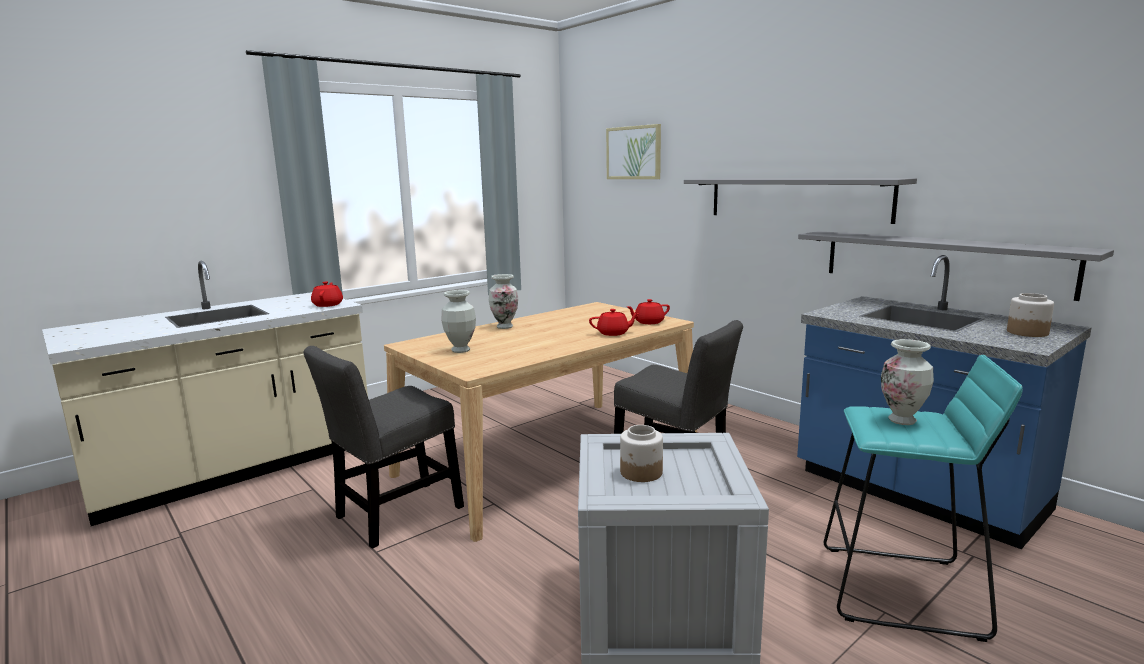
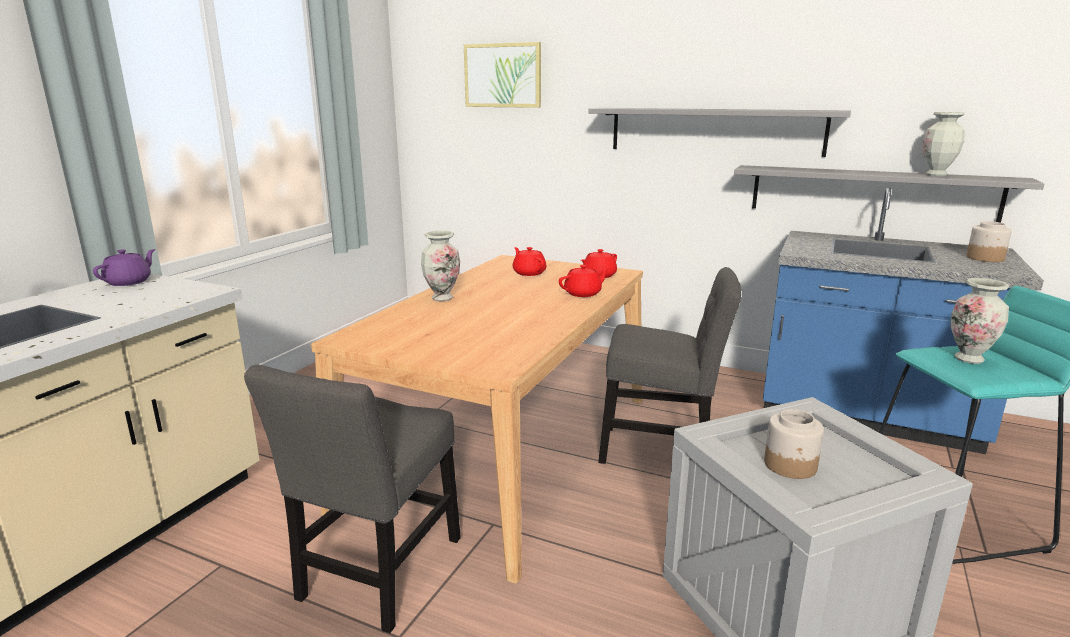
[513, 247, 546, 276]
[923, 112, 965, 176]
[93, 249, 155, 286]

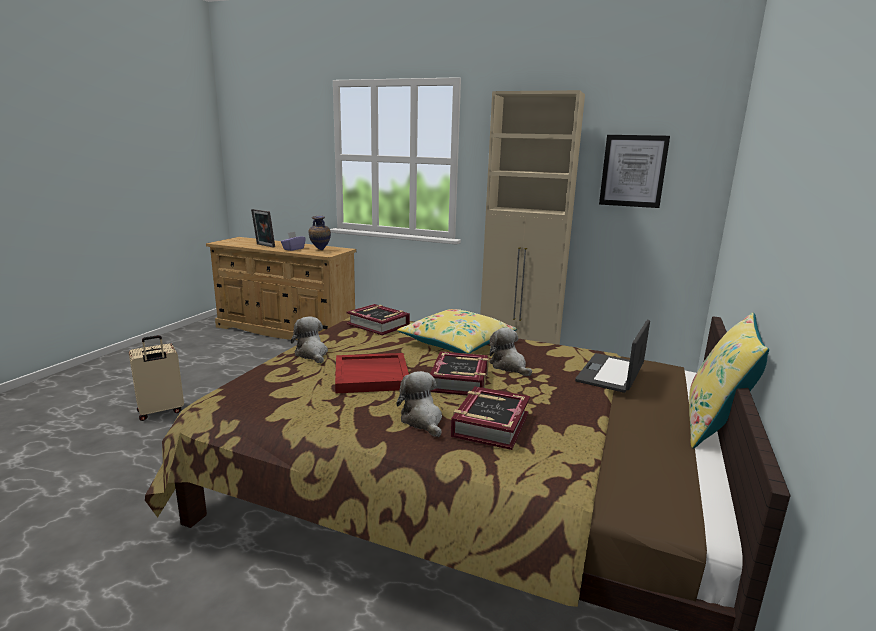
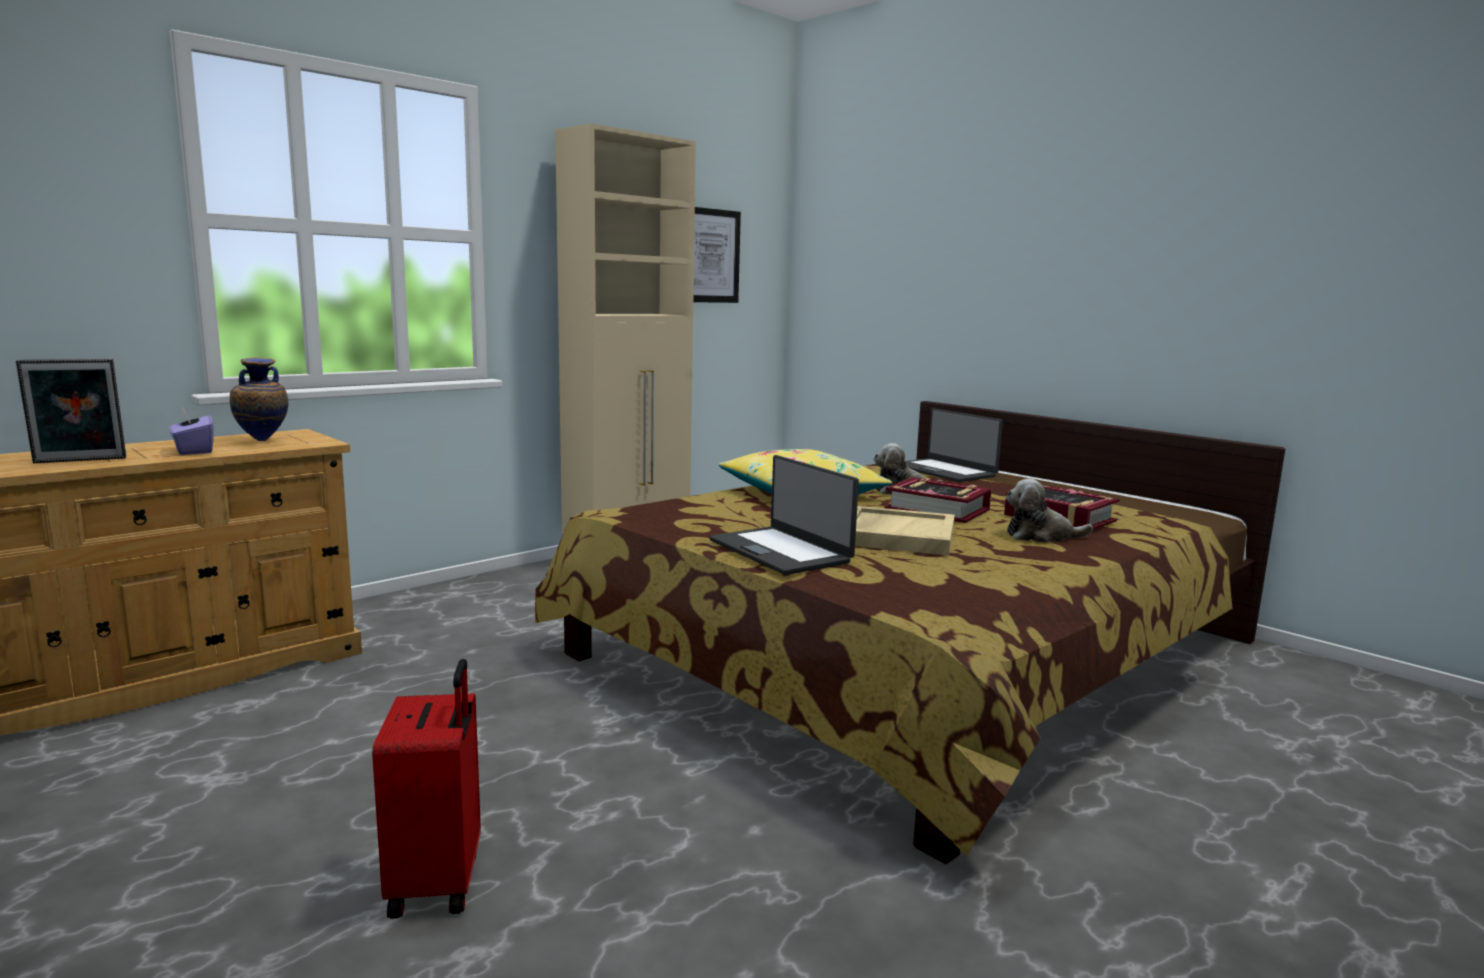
[372, 659, 481, 919]
[709, 455, 859, 575]
[855, 506, 955, 556]
[347, 304, 410, 336] (first image)
[689, 312, 769, 448] (first image)

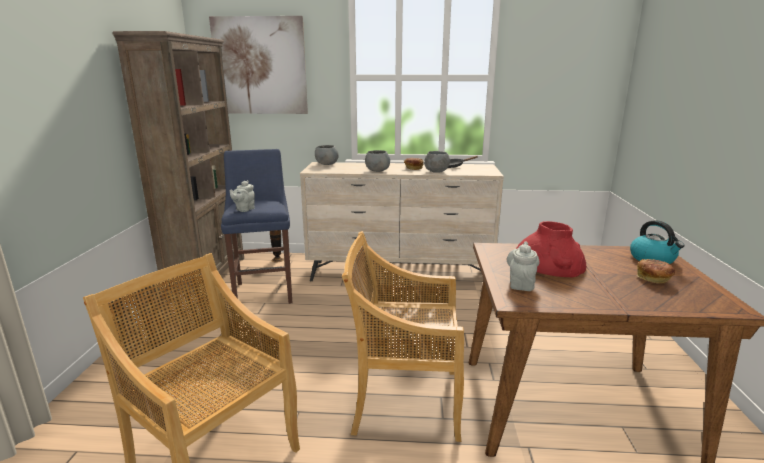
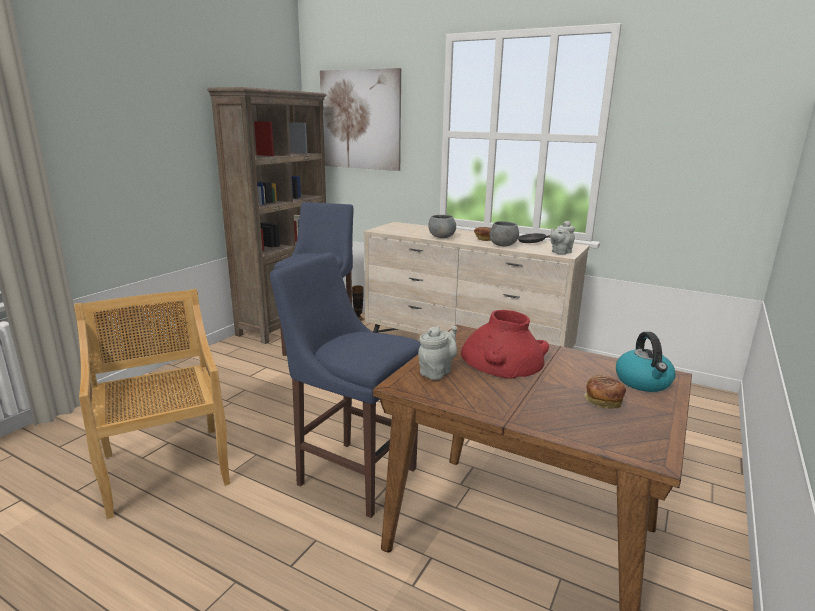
[550, 221, 575, 255]
[315, 145, 339, 165] (first image)
[270, 253, 421, 518]

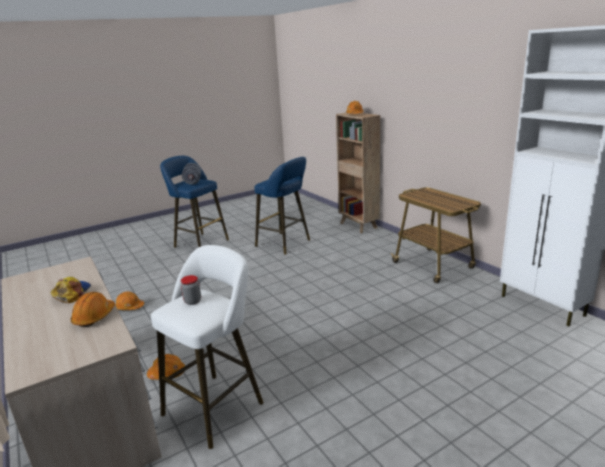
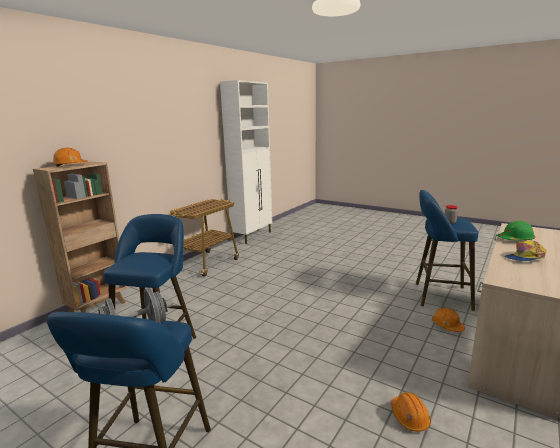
[498, 221, 535, 240]
[416, 190, 478, 311]

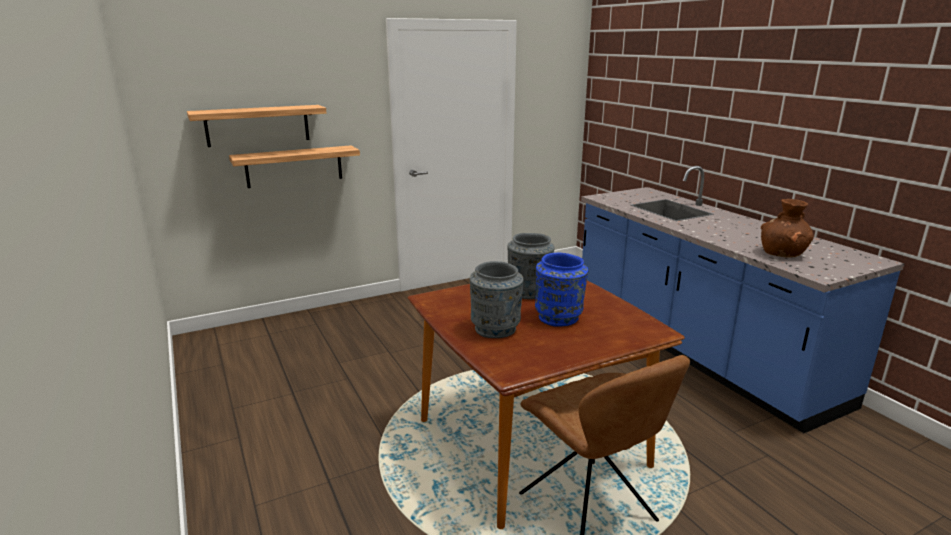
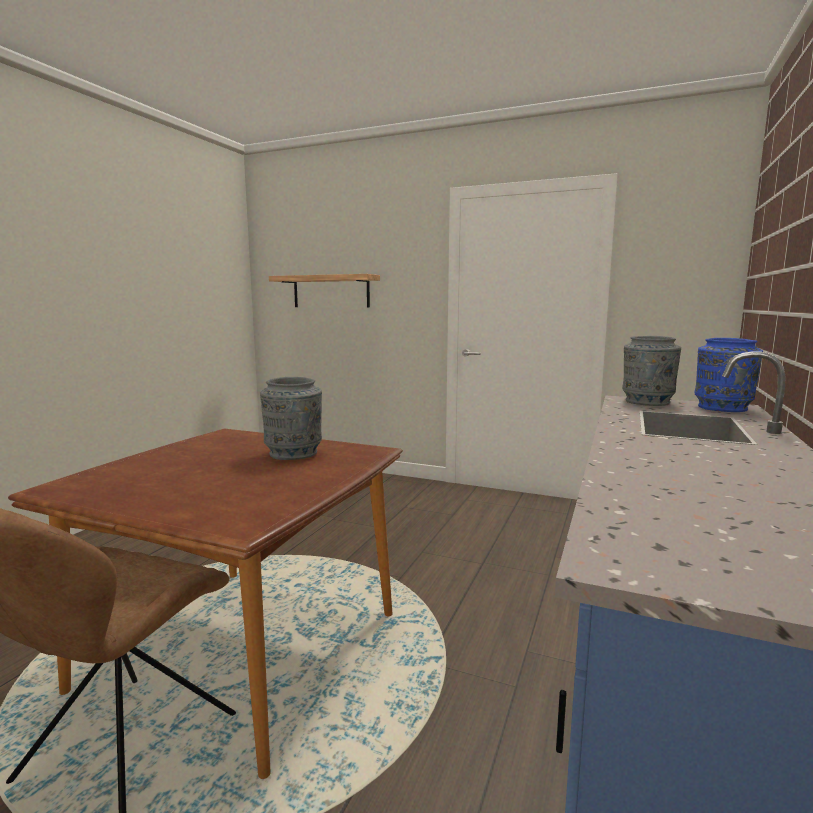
[229, 145, 360, 188] (first image)
[622, 336, 681, 406]
[695, 338, 763, 412]
[761, 199, 814, 257] (first image)

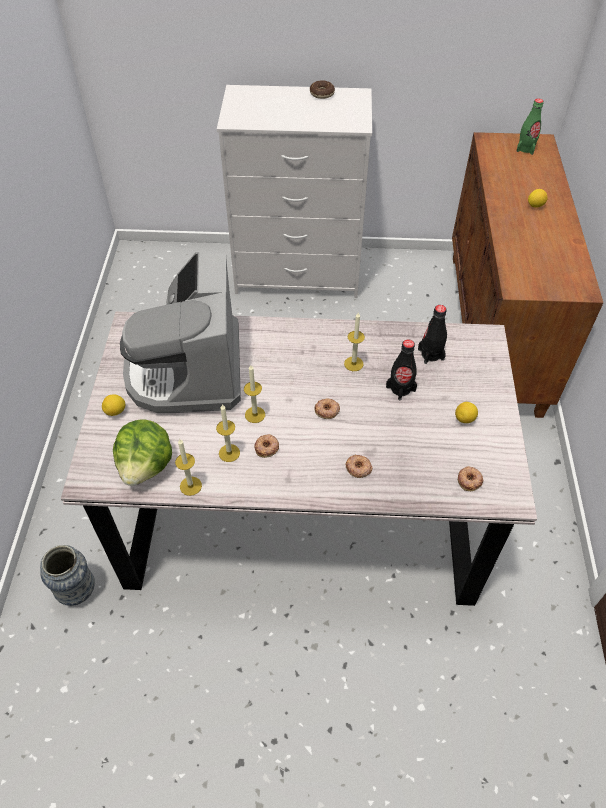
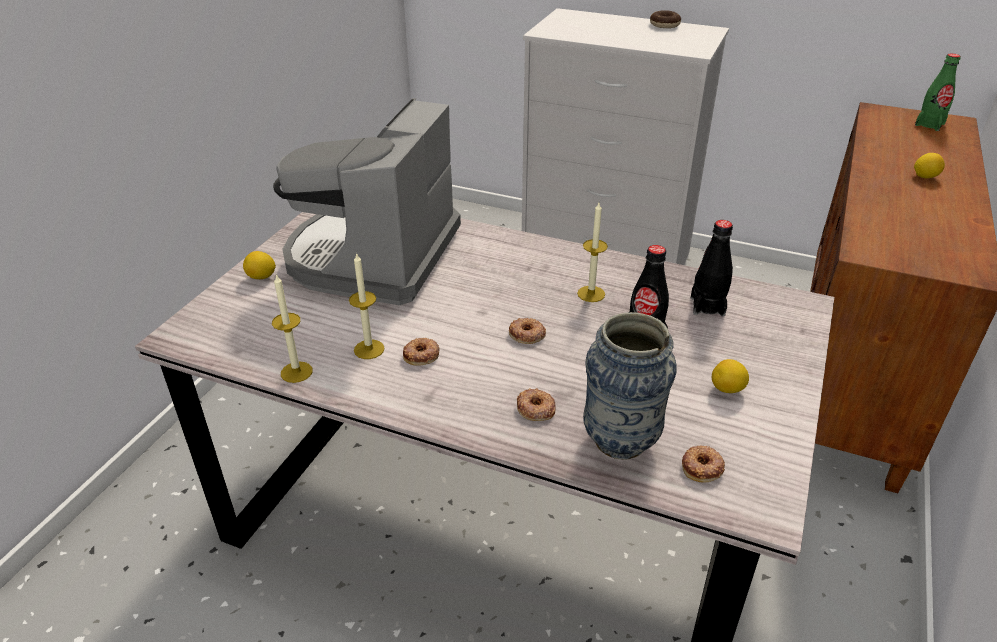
[583, 312, 677, 460]
[113, 419, 172, 486] (first image)
[244, 365, 265, 423] (first image)

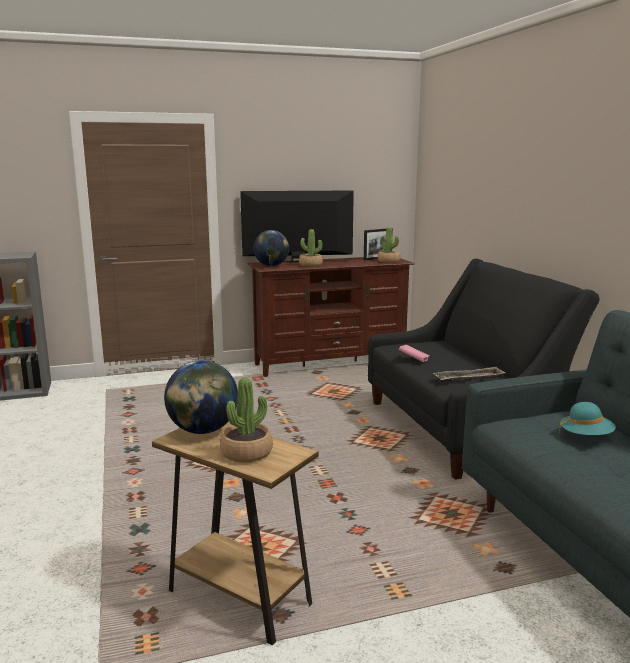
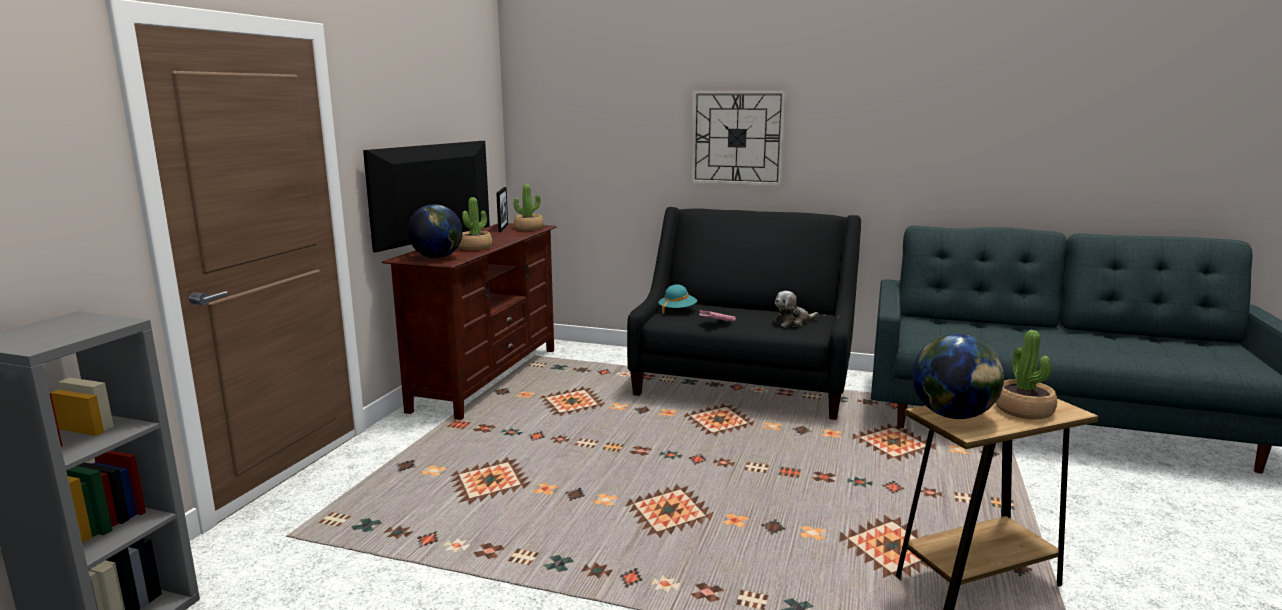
[775, 291, 818, 327]
[658, 284, 697, 314]
[691, 90, 786, 186]

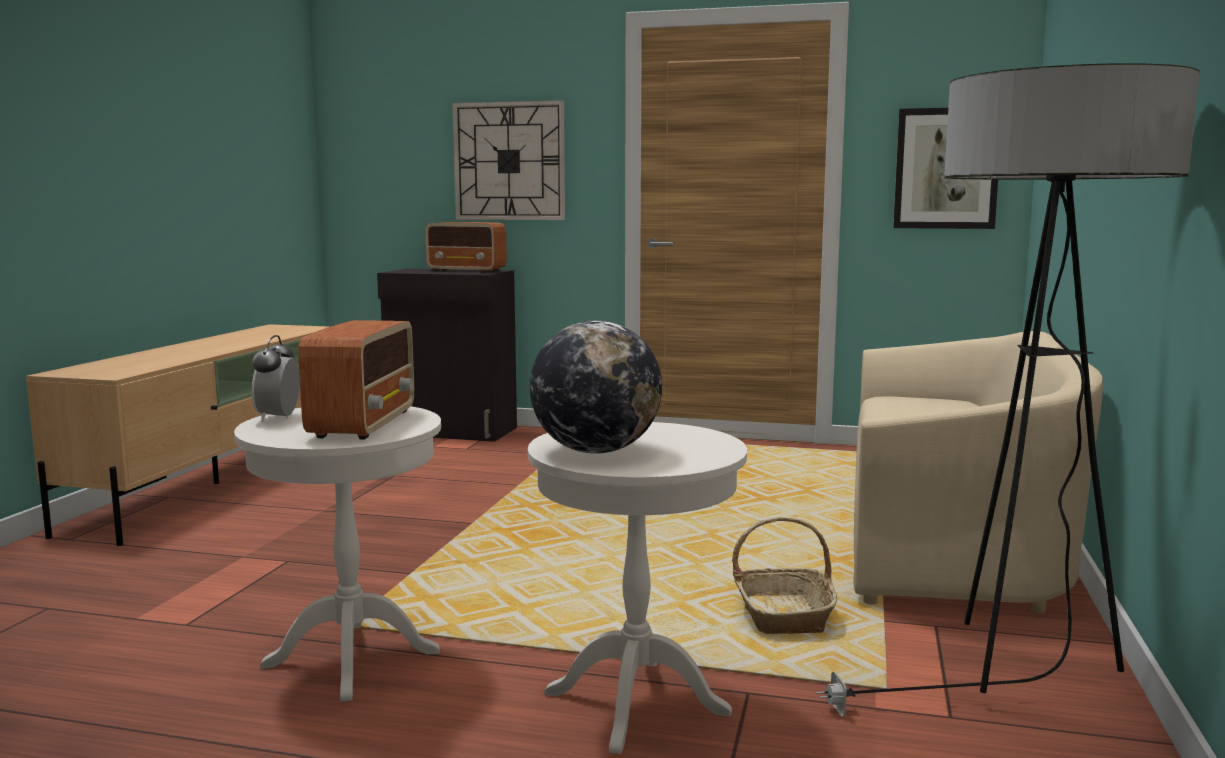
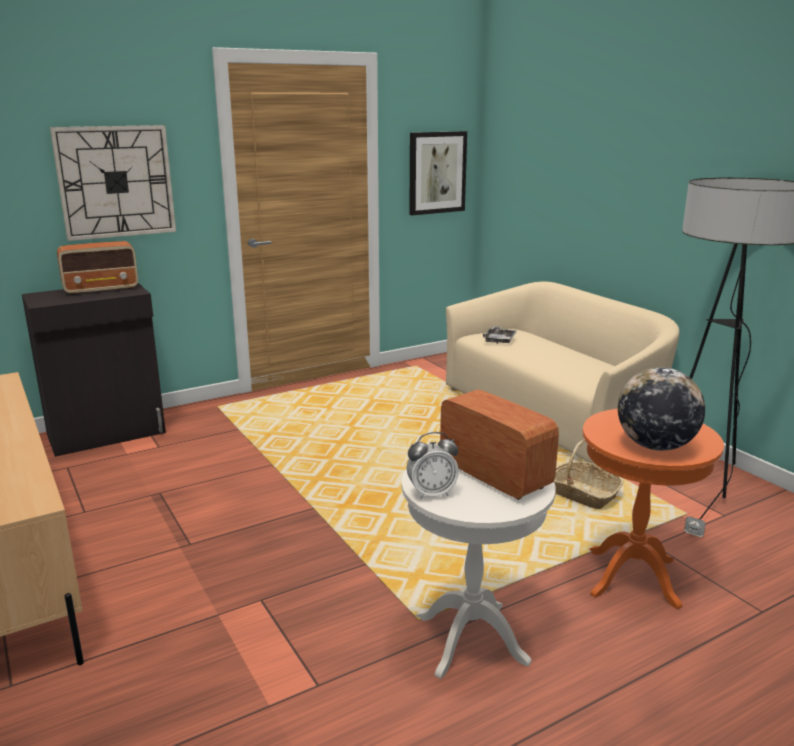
[407, 432, 459, 500]
[582, 409, 724, 609]
[483, 326, 517, 344]

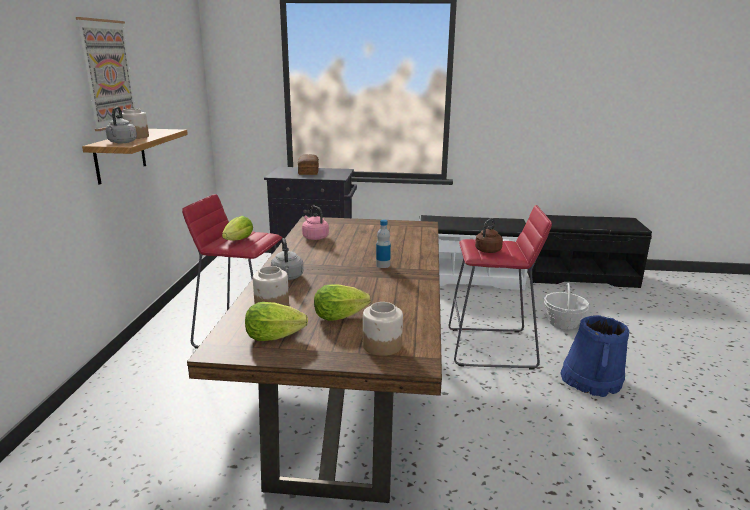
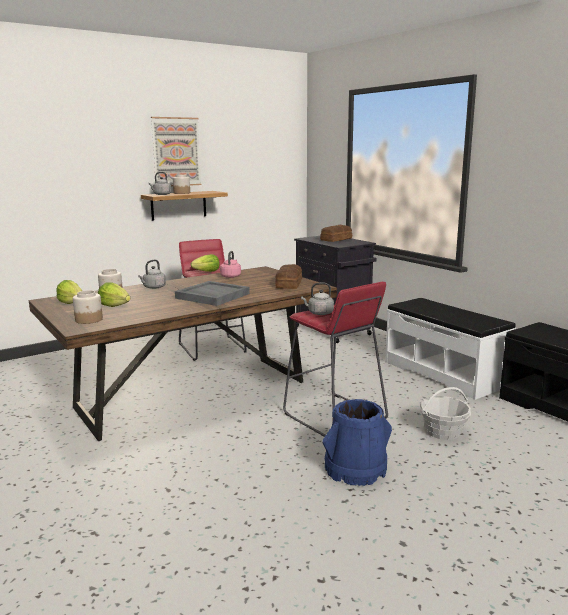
[175, 281, 250, 306]
[301, 283, 334, 315]
[275, 264, 302, 289]

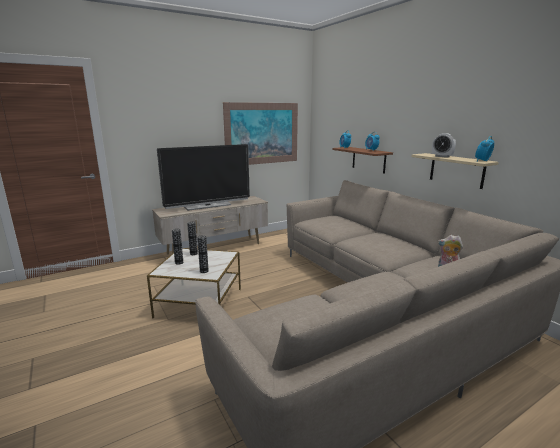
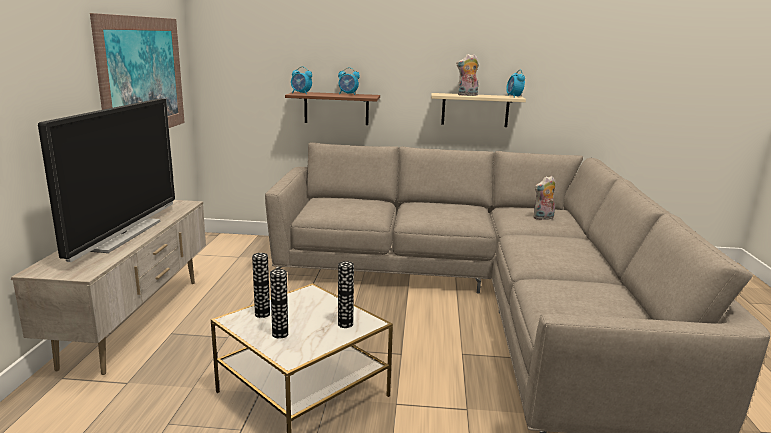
[456, 54, 479, 96]

